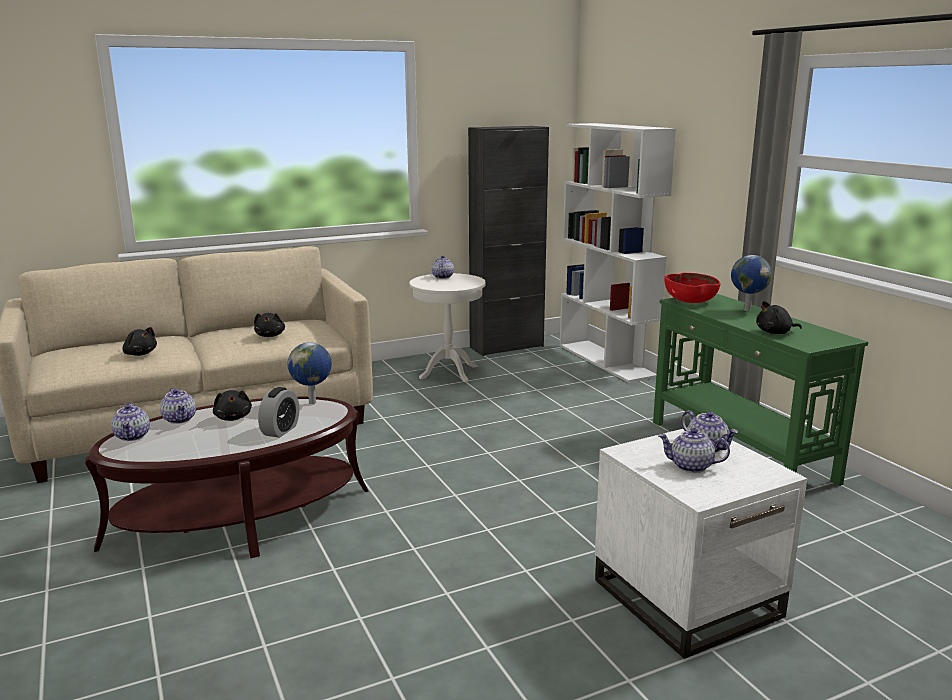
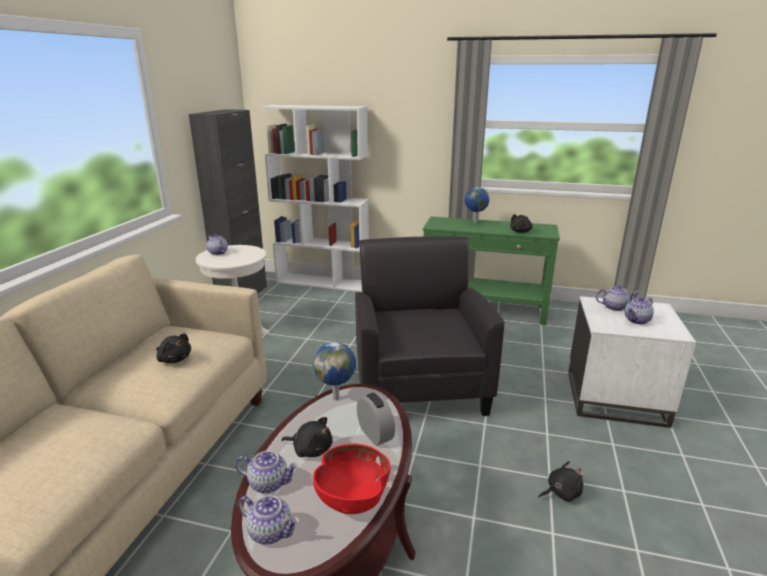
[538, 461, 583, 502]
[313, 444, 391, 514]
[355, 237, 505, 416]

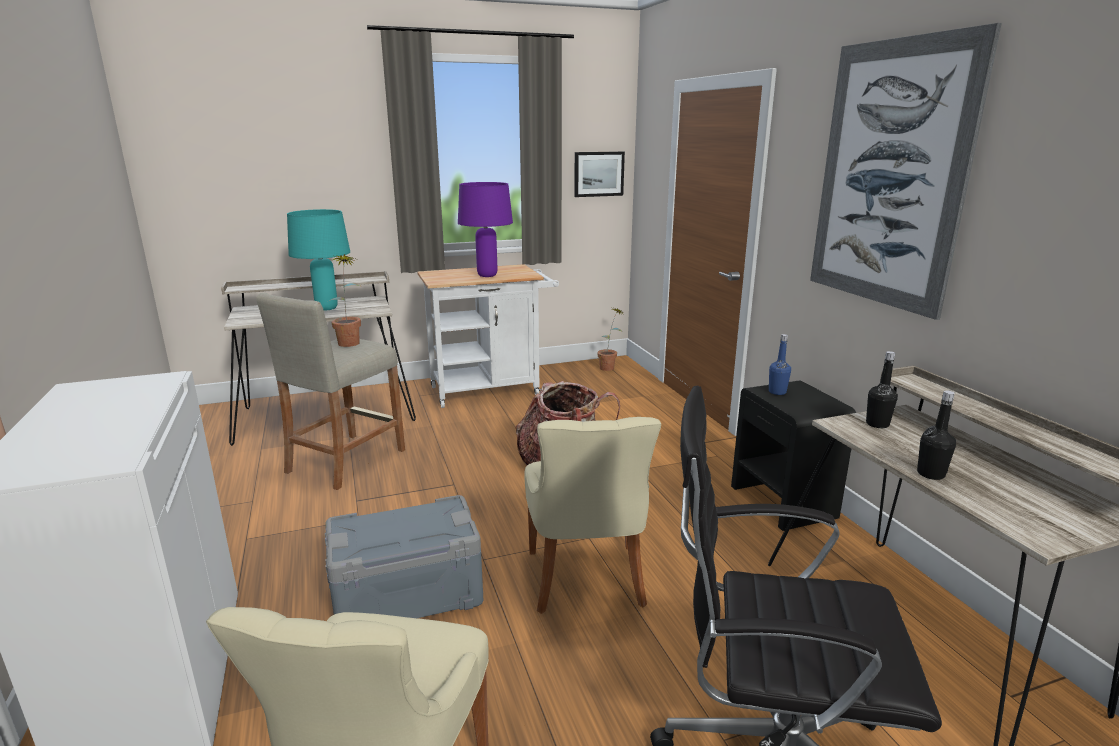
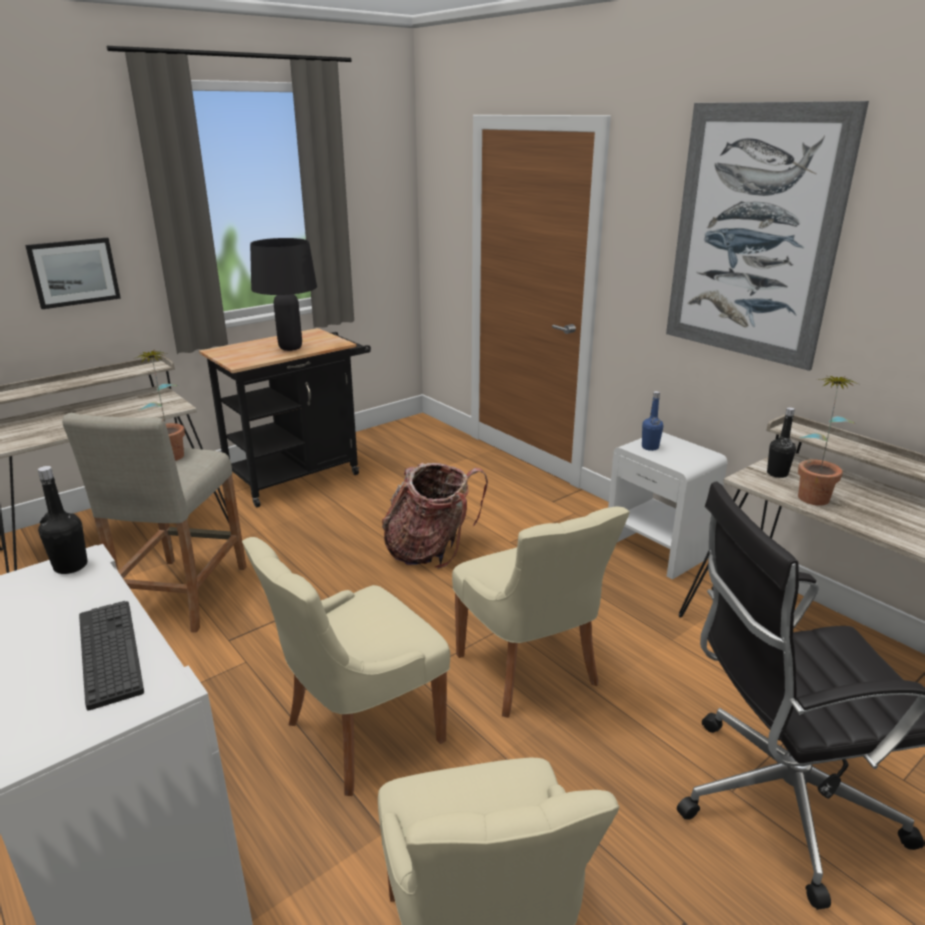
[287, 209, 350, 311] (first image)
[242, 537, 450, 796]
[199, 328, 371, 507]
[250, 238, 317, 351]
[25, 238, 121, 309]
[798, 376, 856, 506]
[608, 432, 728, 580]
[38, 466, 87, 574]
[79, 601, 144, 710]

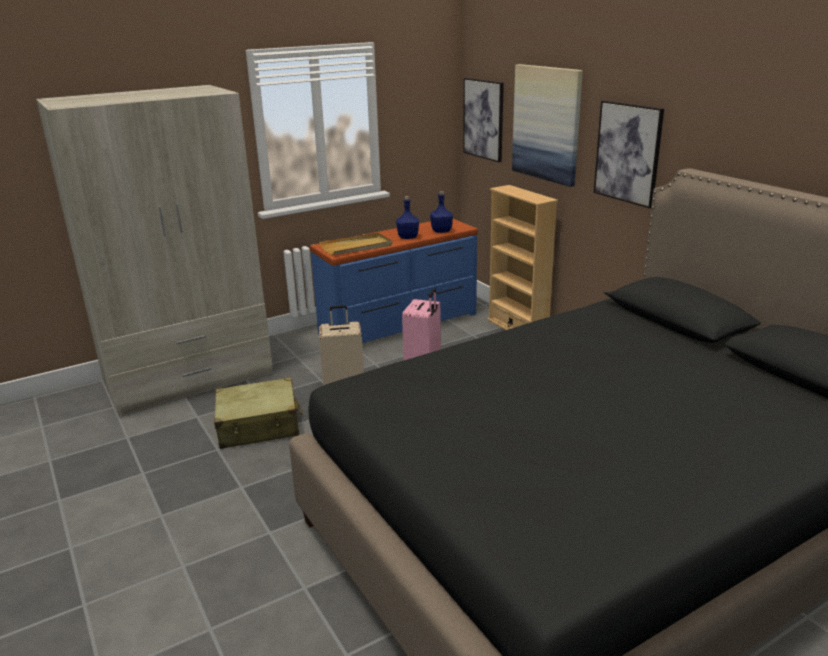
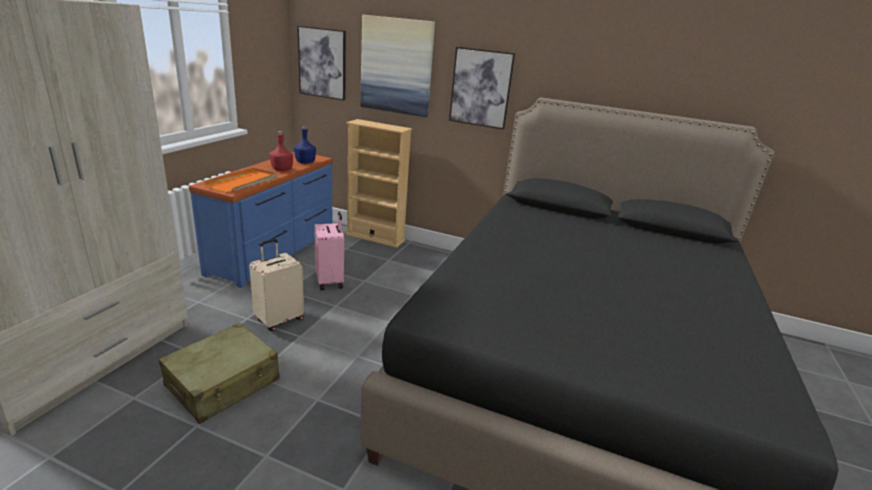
[204, 168, 277, 193]
[270, 131, 293, 171]

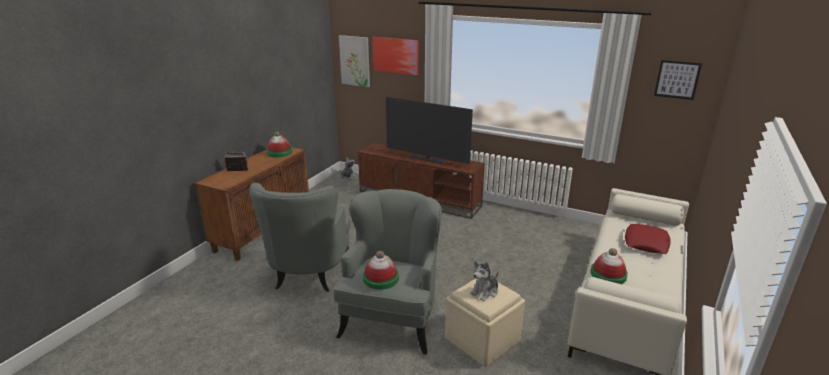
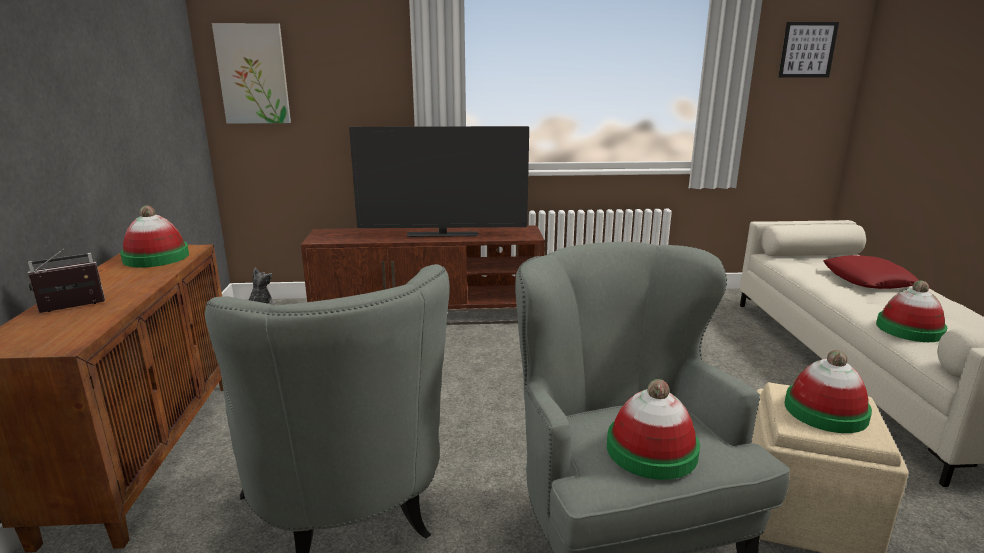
[373, 37, 418, 75] (first image)
[785, 350, 872, 433]

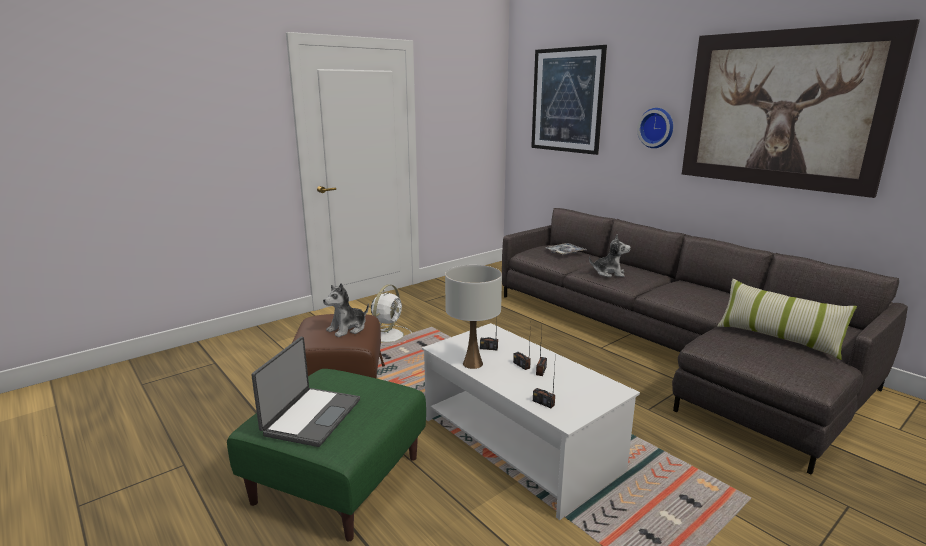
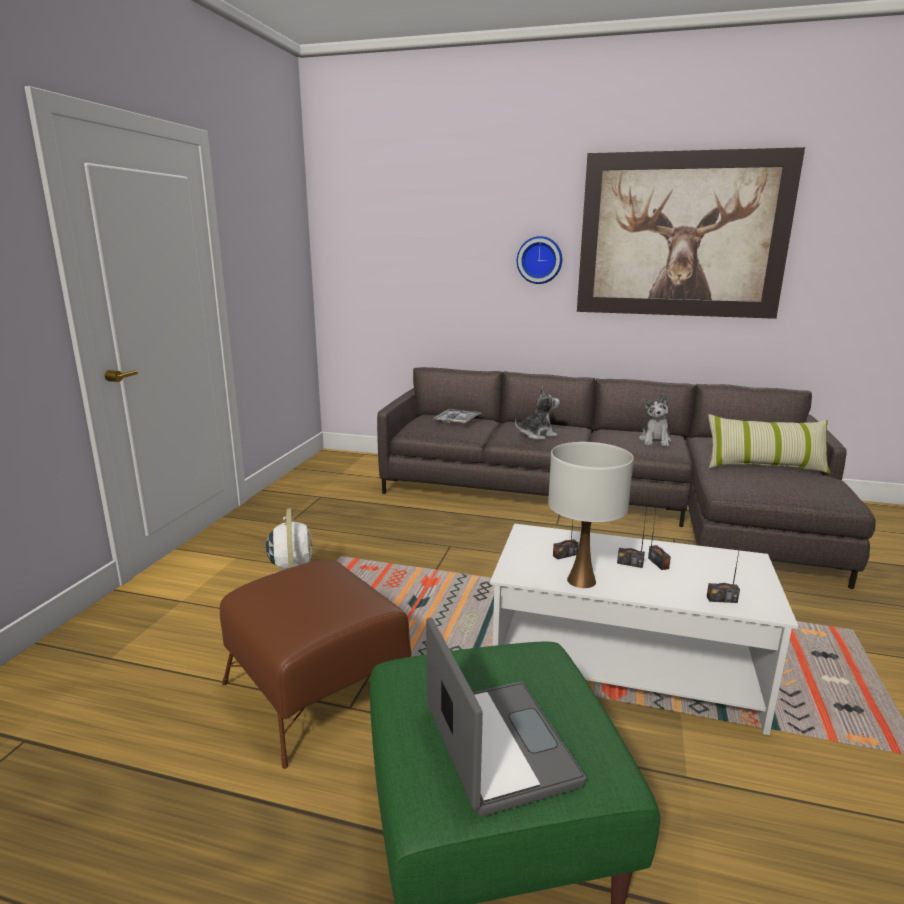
[639, 394, 671, 447]
[531, 45, 607, 155] (first image)

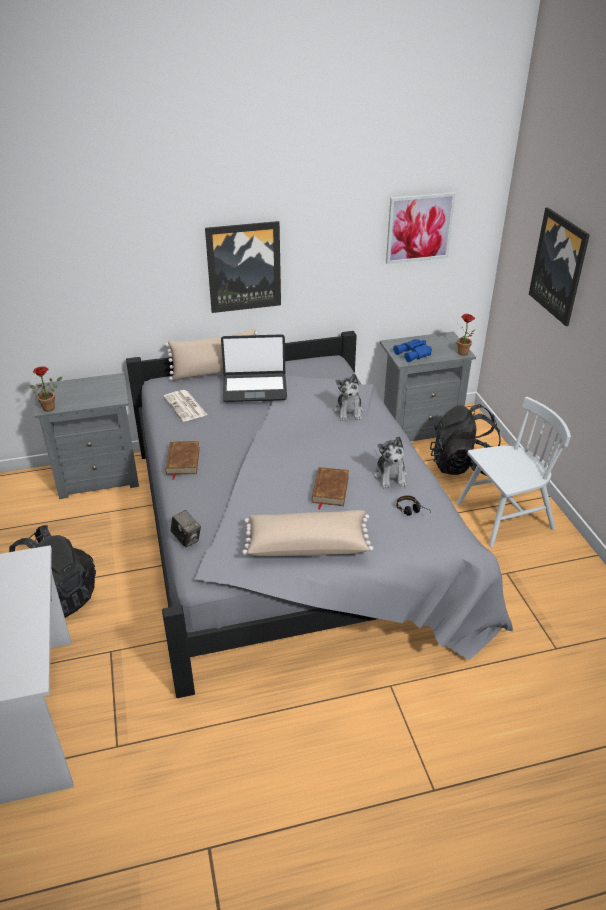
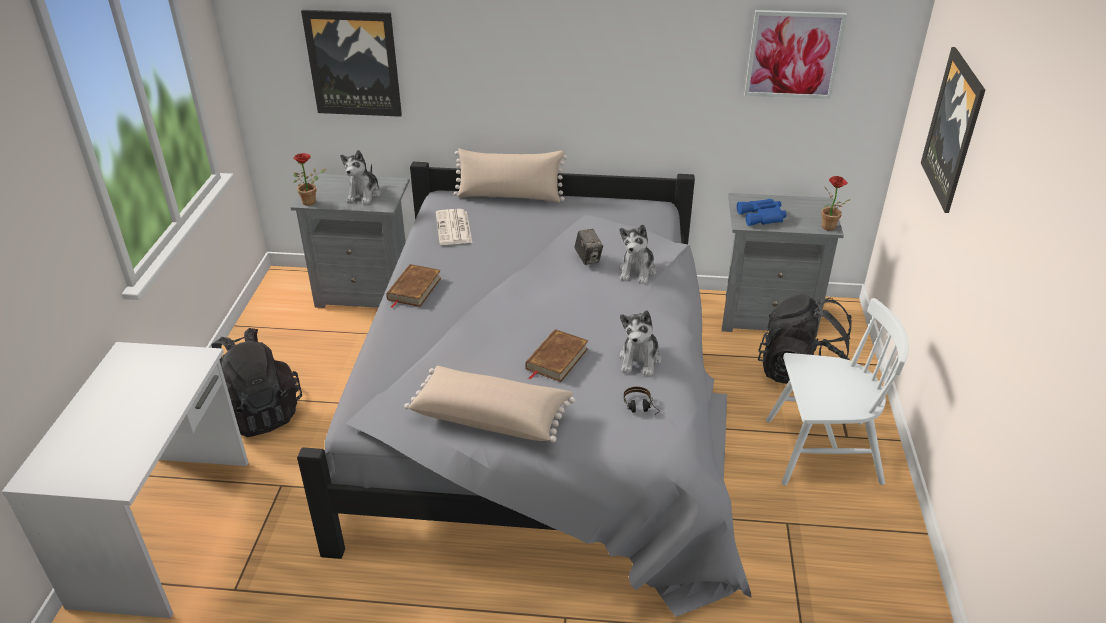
[574, 229, 603, 265]
[301, 10, 402, 117]
[221, 334, 287, 402] (first image)
[340, 150, 381, 204]

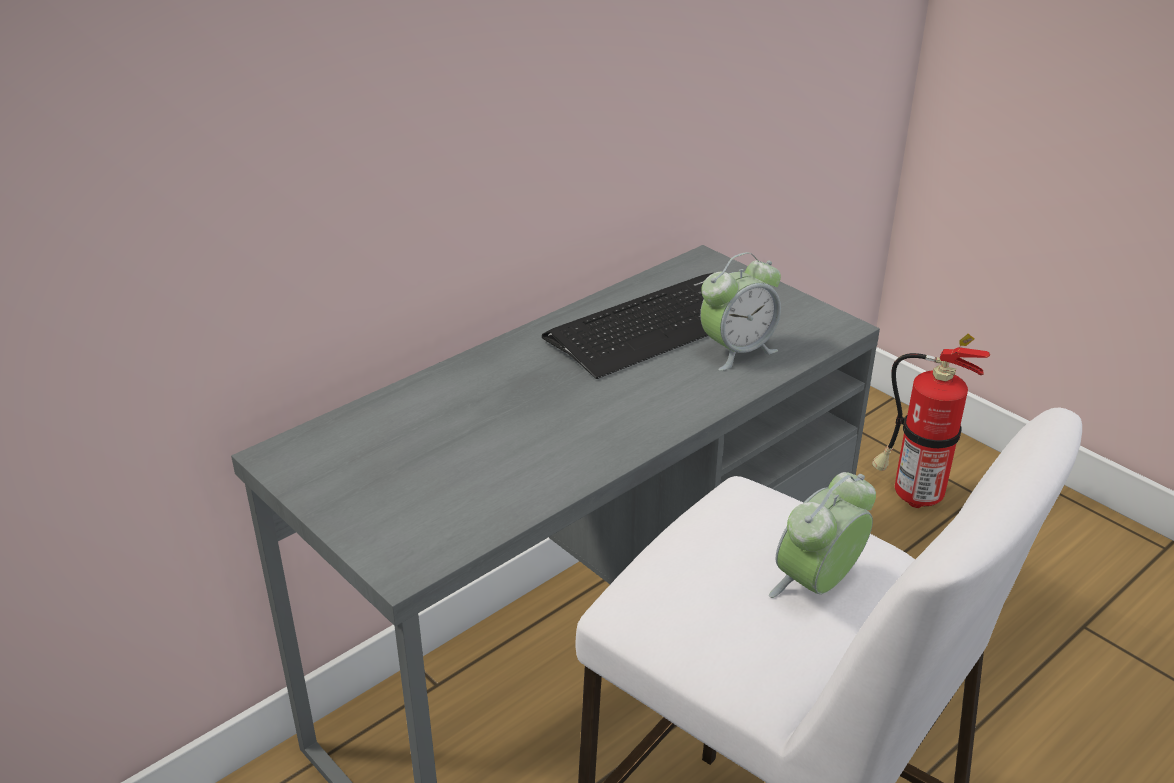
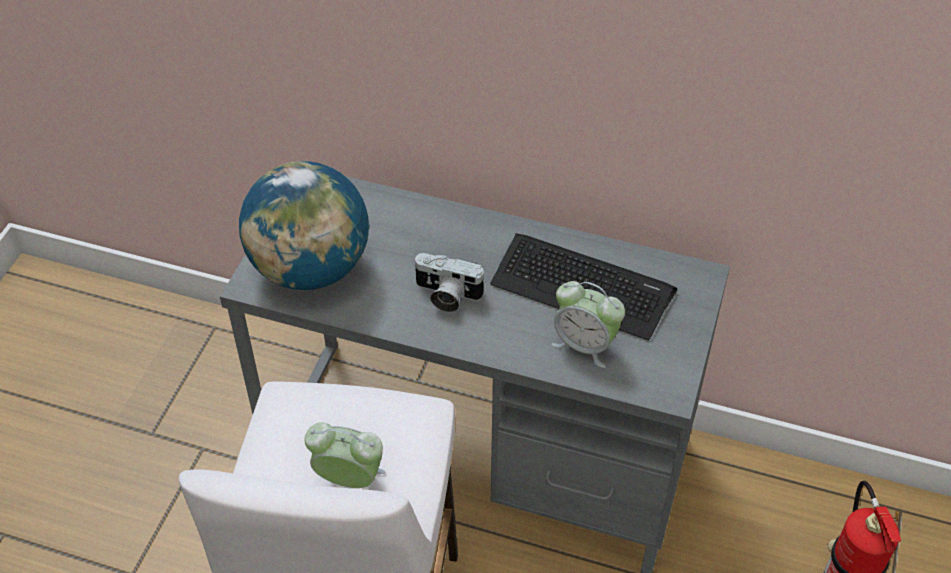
[239, 161, 369, 290]
[413, 253, 486, 312]

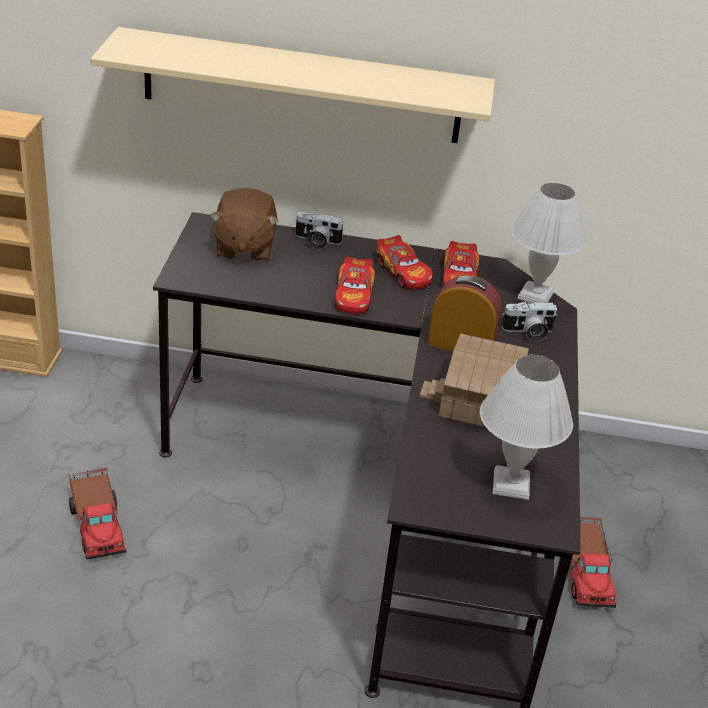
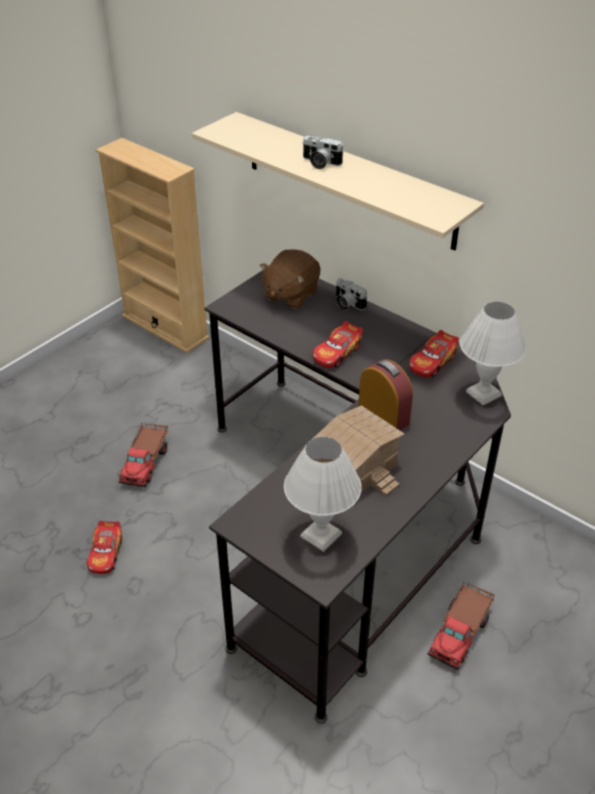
[87, 521, 122, 574]
[302, 136, 344, 169]

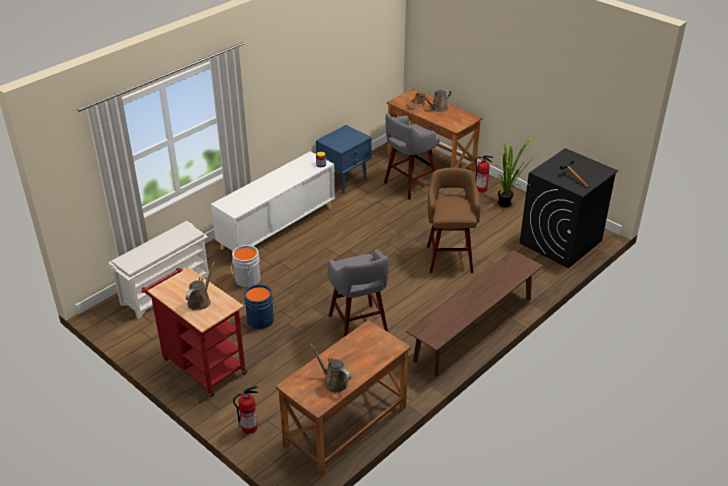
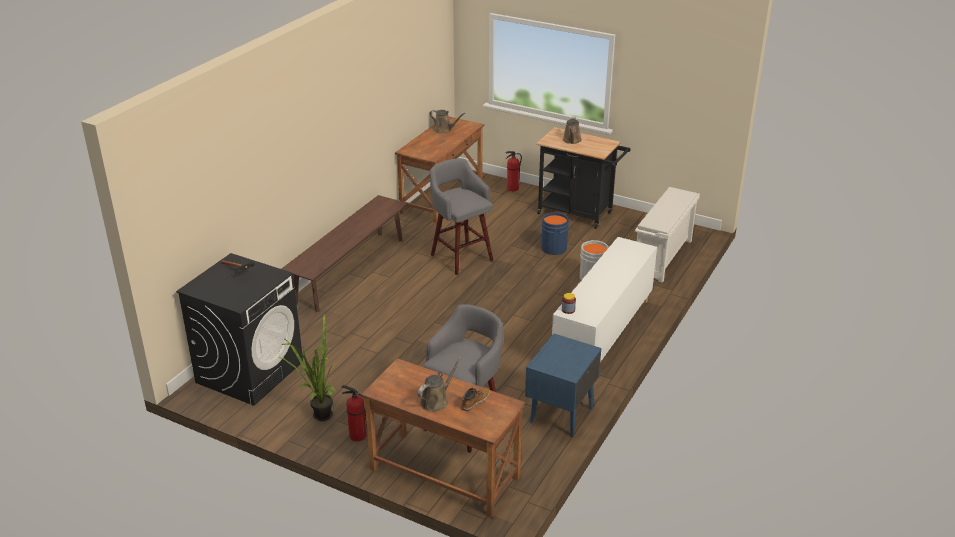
[536, 127, 631, 229]
[427, 168, 480, 273] (first image)

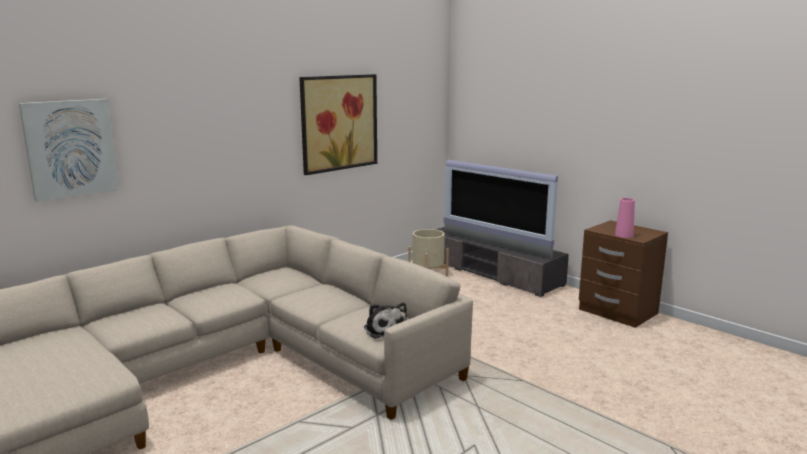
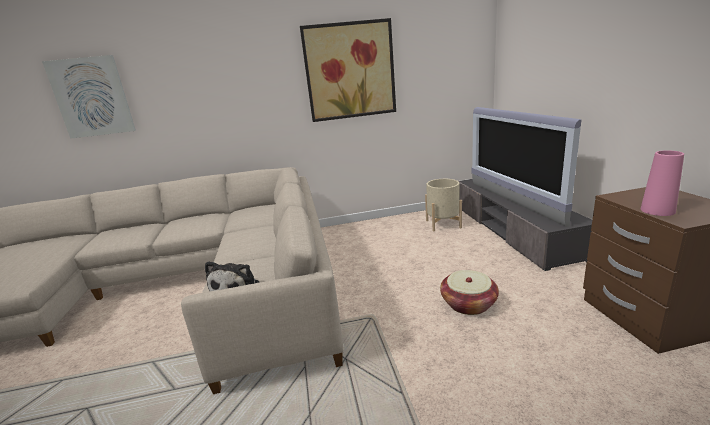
[440, 270, 499, 315]

